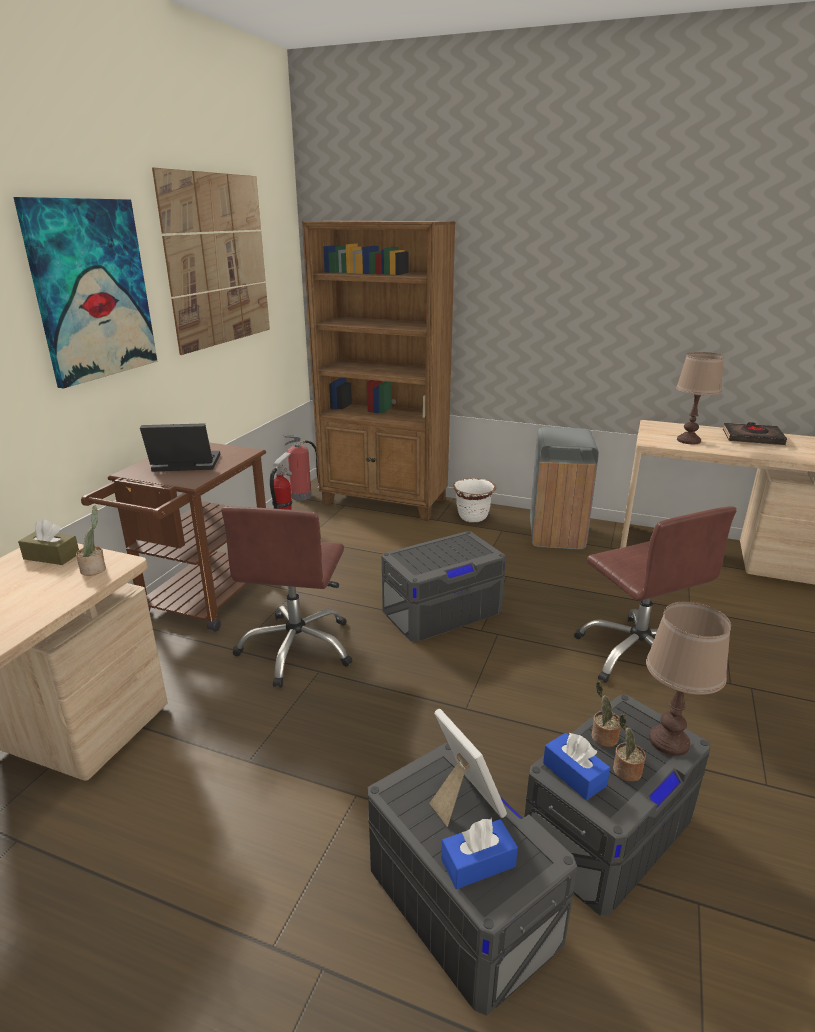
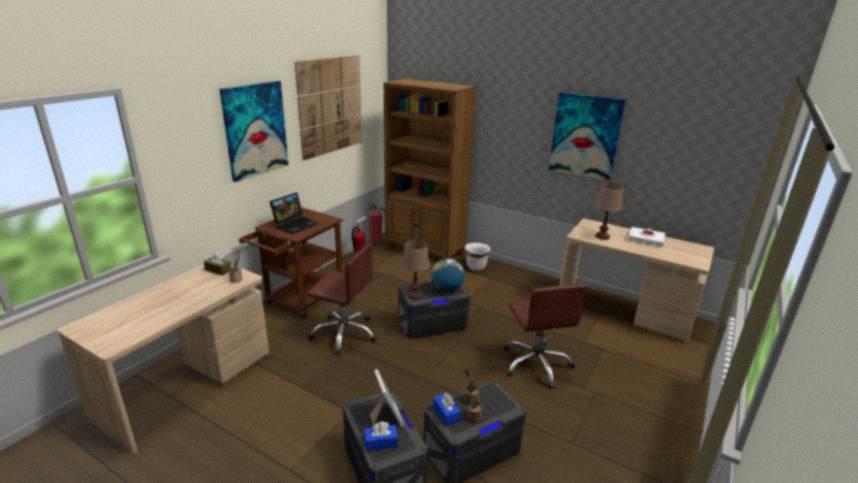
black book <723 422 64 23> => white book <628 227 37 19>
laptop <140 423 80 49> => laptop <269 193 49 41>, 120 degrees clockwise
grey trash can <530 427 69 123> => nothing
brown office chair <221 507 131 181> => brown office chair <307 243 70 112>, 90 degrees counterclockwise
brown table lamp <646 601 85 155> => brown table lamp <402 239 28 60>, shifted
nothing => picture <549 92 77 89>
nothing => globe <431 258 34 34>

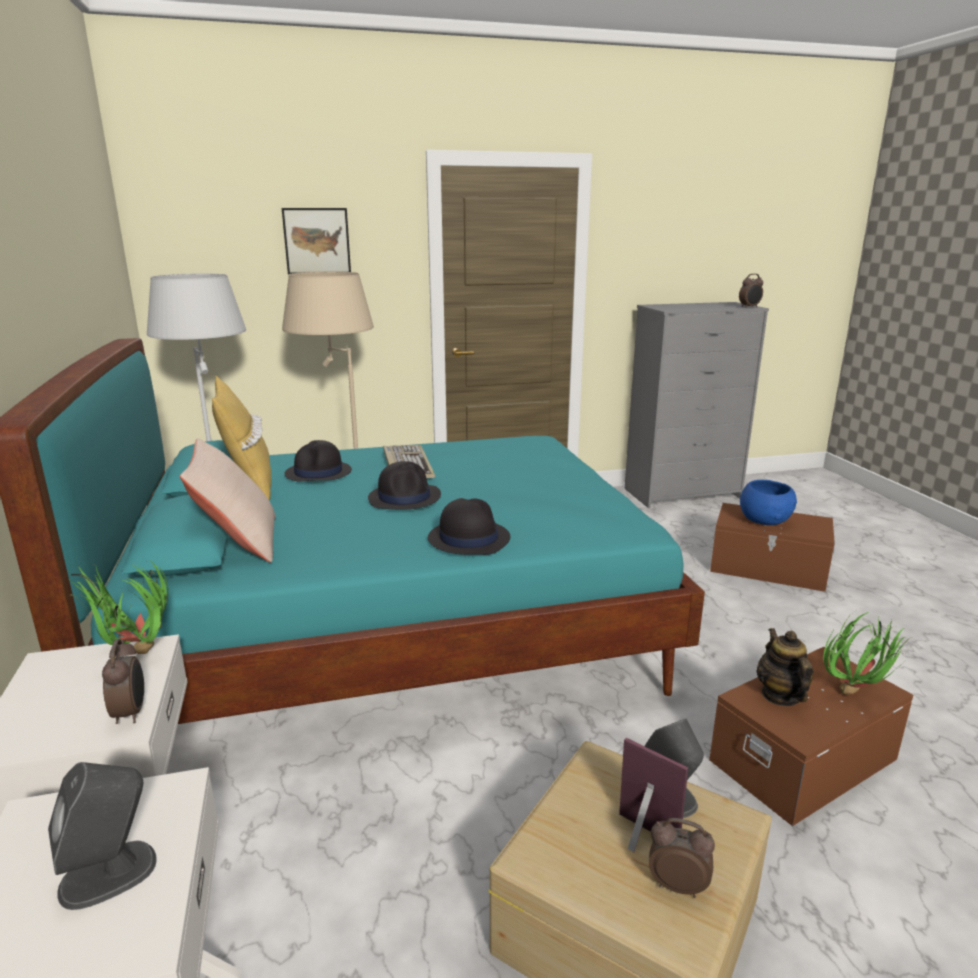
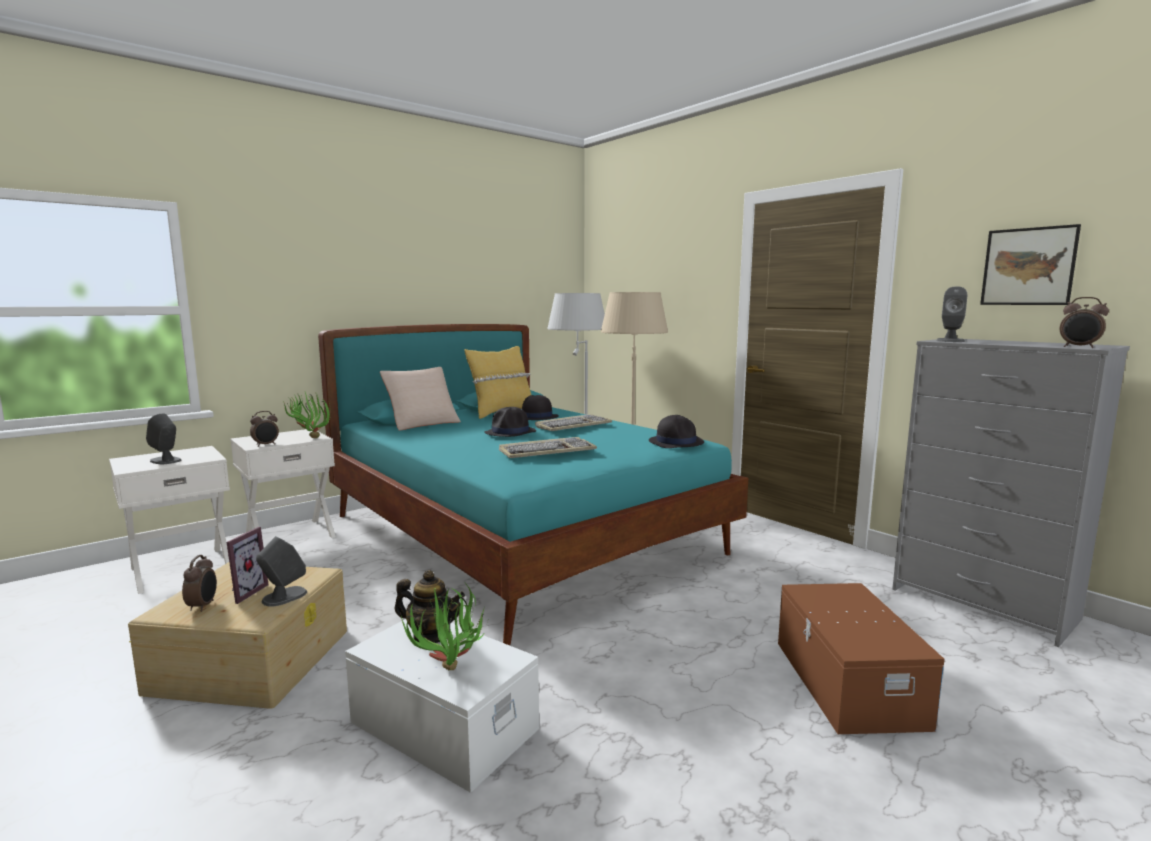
picture <282 208 69 67> => picture <980 224 101 81>, shifted
blue bowl <740 480 57 45> => nothing
black hat <428 498 82 57> => black hat <649 415 55 33>, shifted
teapot <756 628 58 78> => teapot <395 570 70 73>, 45 degrees clockwise
brown storage box <709 647 204 179> => white storage box <345 619 194 174>
nothing => grey speaker <936 286 32 56>
nothing => keyboard <499 437 98 21>

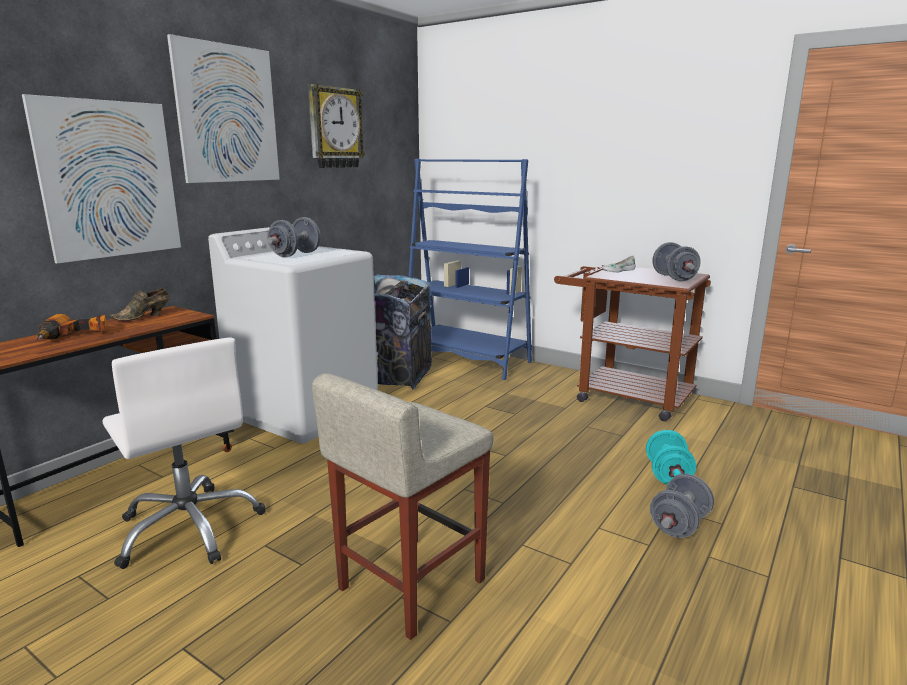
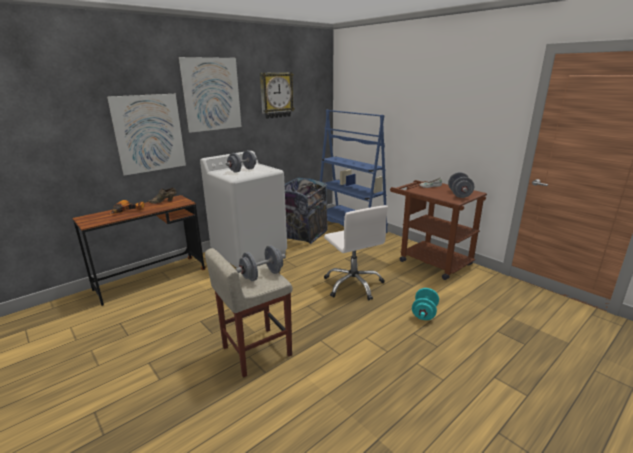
white office chair <102 337 164 232> => white office chair <324 205 64 95>, shifted
grey dumbbell <650 474 64 64> => grey dumbbell <236 246 50 35>, shifted

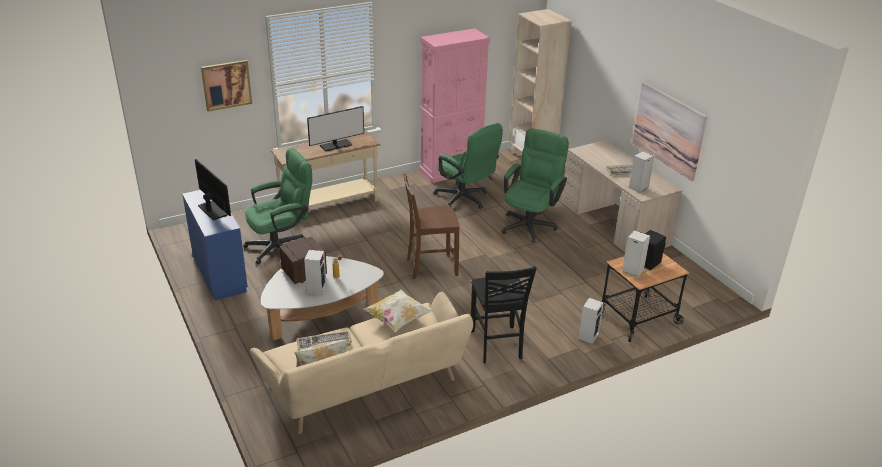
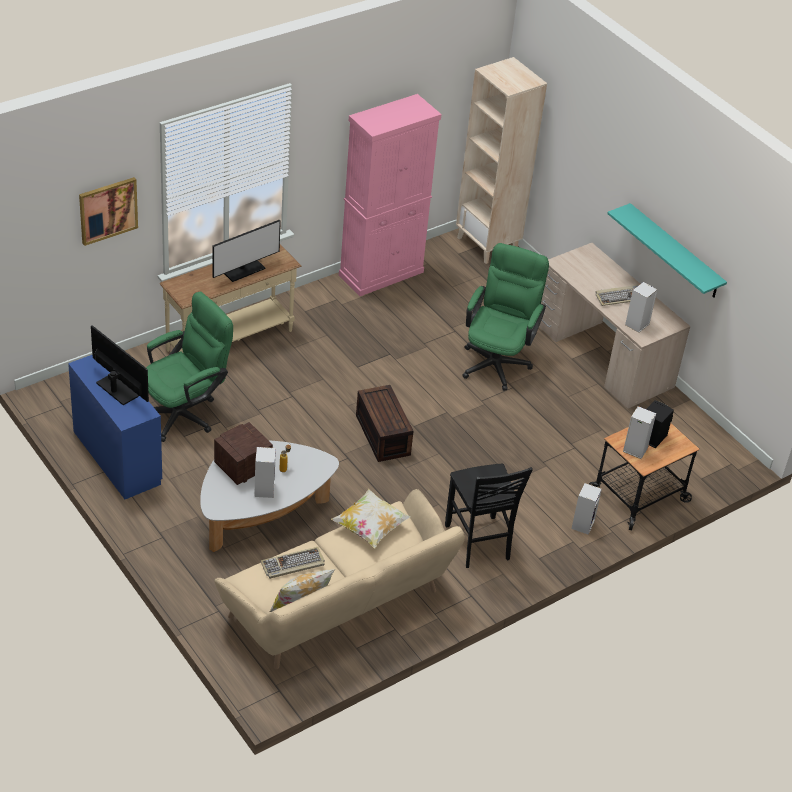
picture <632 82 75 99> => turquoise shelf <607 203 120 95>
green office chair <434 123 69 86> => nothing
brown chair <403 173 57 106> => brown storage box <356 385 57 77>

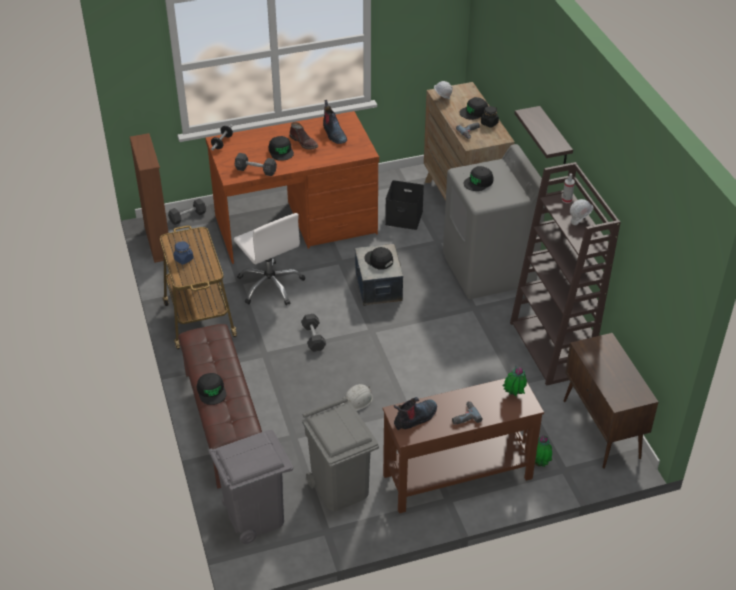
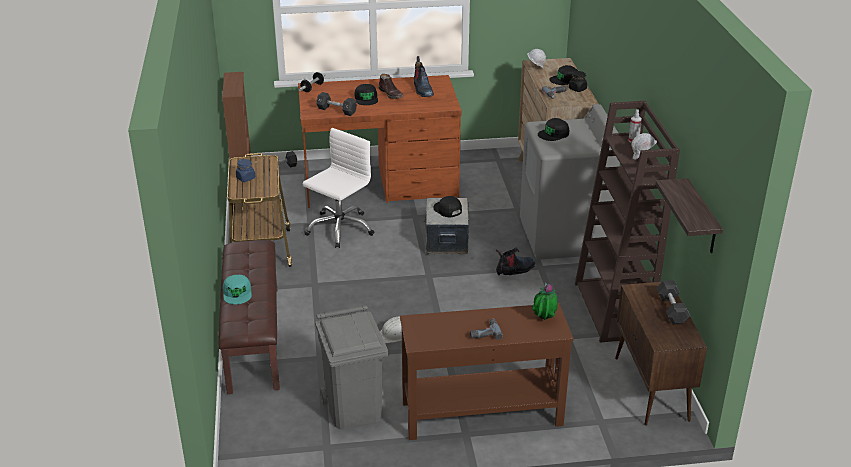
shelf <515 106 58 58> => shelf <655 178 68 75>, shifted
black storage box <385 180 39 50> => nothing
white office chair <234 213 71 93> => white office chair <302 128 72 120>, 120 degrees counterclockwise
black dumbbell <301 314 25 38> => black dumbbell <656 280 34 44>, shifted
black cap <197 373 29 32> => turquoise cap <223 275 29 29>
boot <394 397 43 33> => boot <496 248 39 27>, shifted
grey trash can <209 430 84 114> => nothing
potted plant <535 436 17 31> => nothing

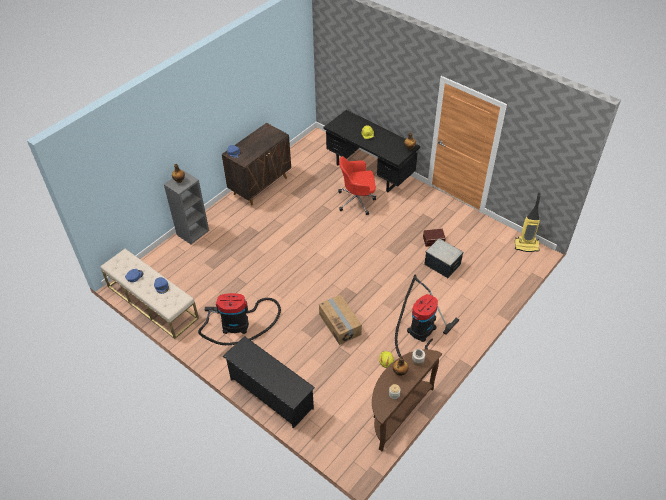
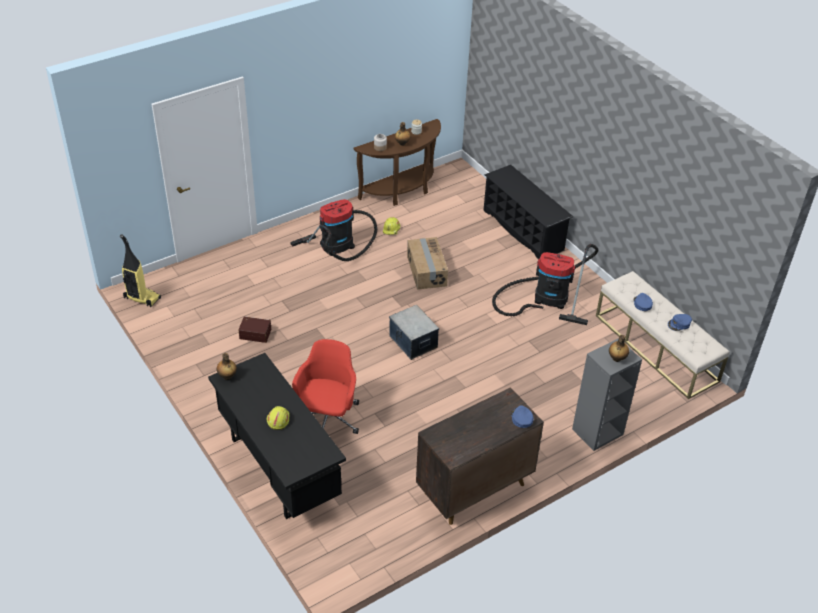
red office chair <338 156 38 59> => red office chair <292 339 67 95>, 90 degrees counterclockwise
storage box <424 238 40 40> => storage box <389 305 50 55>, shifted

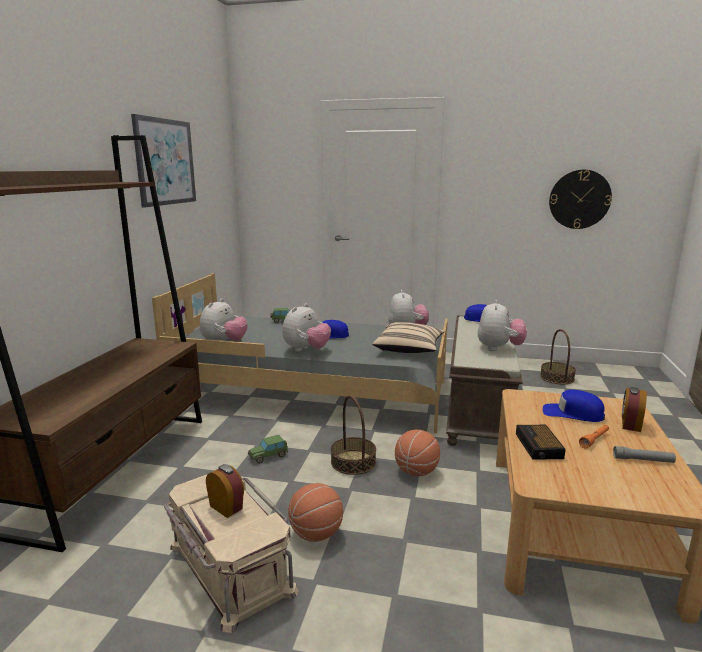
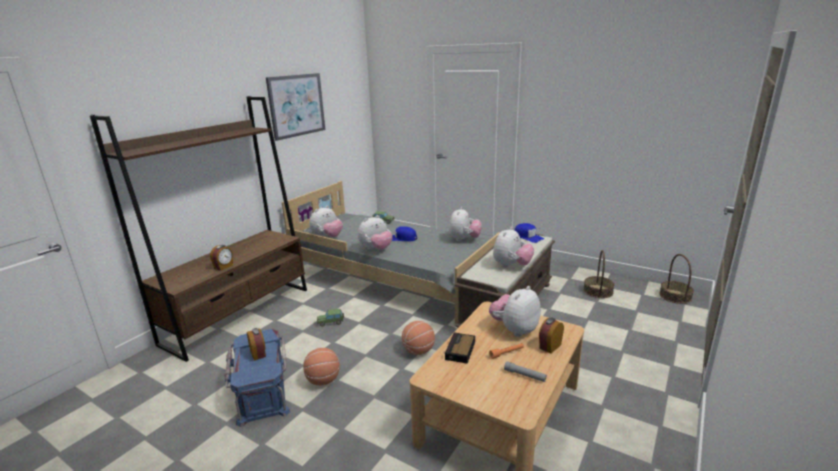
wall clock <549 170 63 59> => nothing
beige pillow <372 322 73 31> => nothing
blue cap <543 390 62 32> => plush toy <489 286 52 51>
basket <331 396 45 79> => basket <659 254 35 50>, shifted
beige storage box <164 474 135 159> => blue storage box <224 329 67 98>
nothing => alarm clock <210 245 23 26>

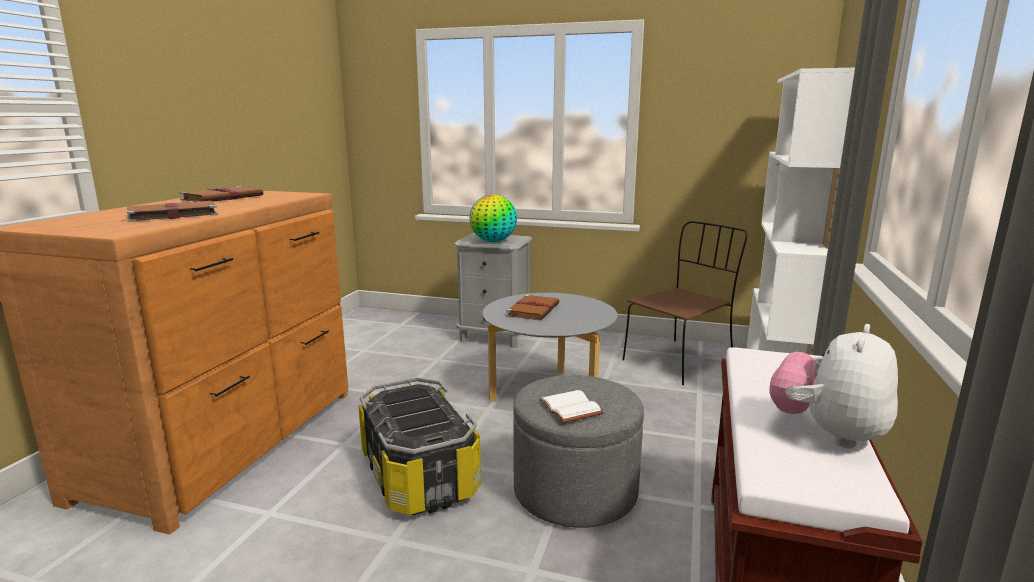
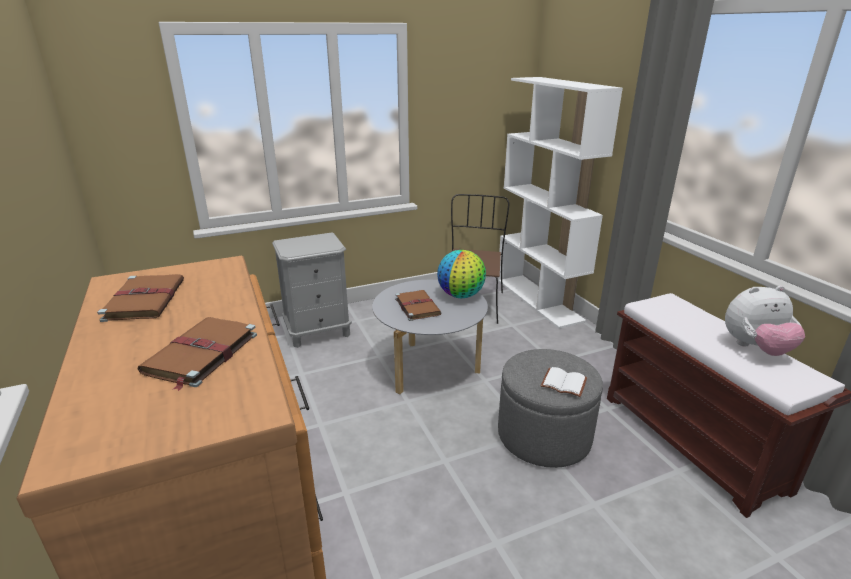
globe <470 194 47 48> => globe <437 250 49 48>, shifted
plush toy <769 324 129 124> => plush toy <725 286 80 70>, 90 degrees counterclockwise
storage box <358 377 123 138> => nothing

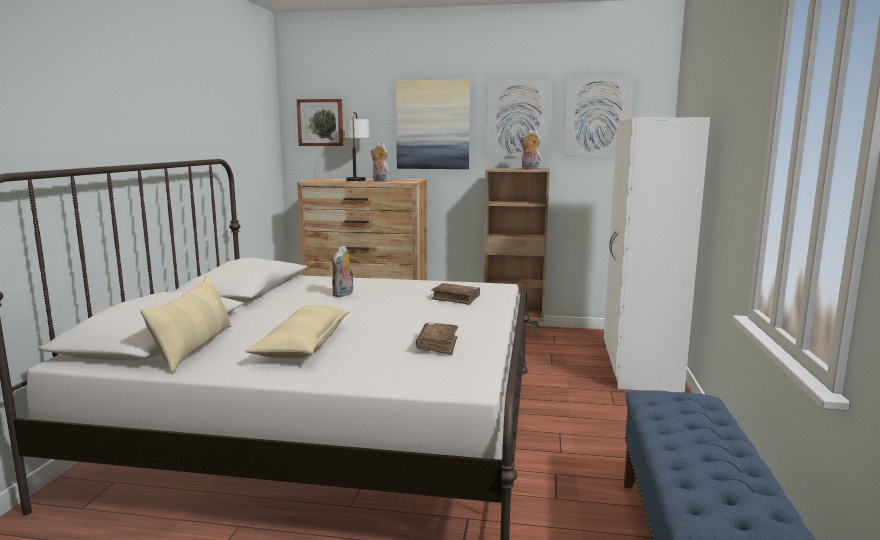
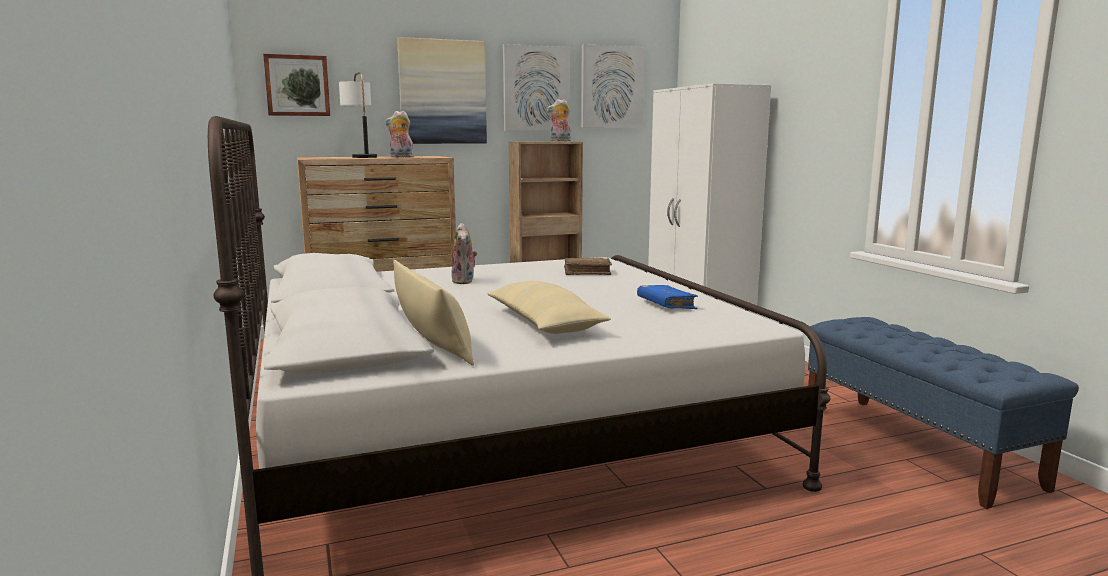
brown book <416 323 42 32> => blue book <637 285 61 24>

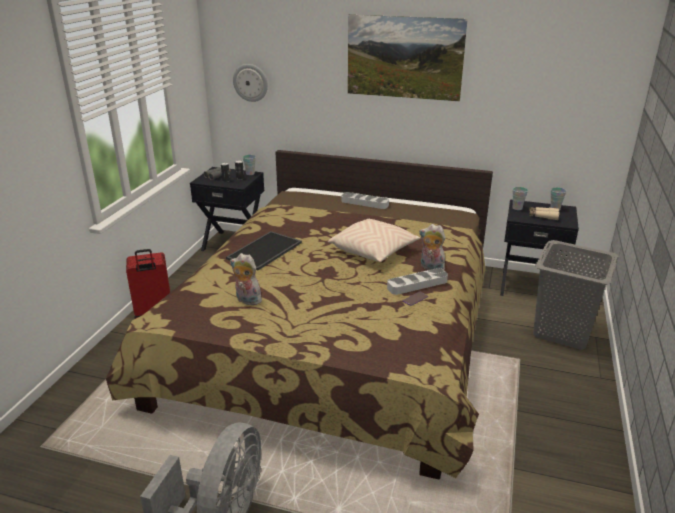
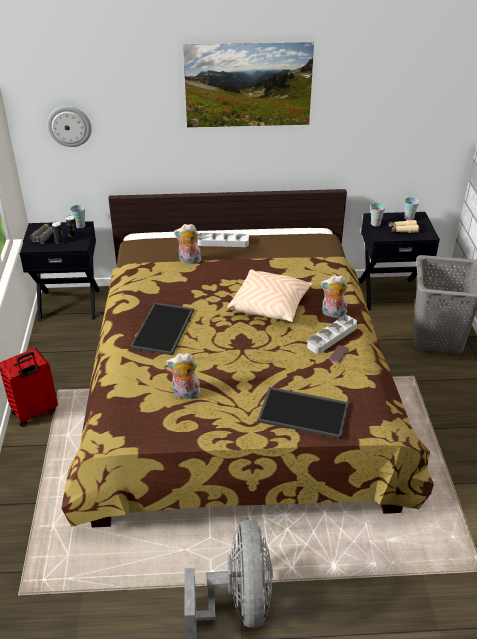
nothing => plush toy <174 224 27 40>
nothing => tray <257 387 92 52>

